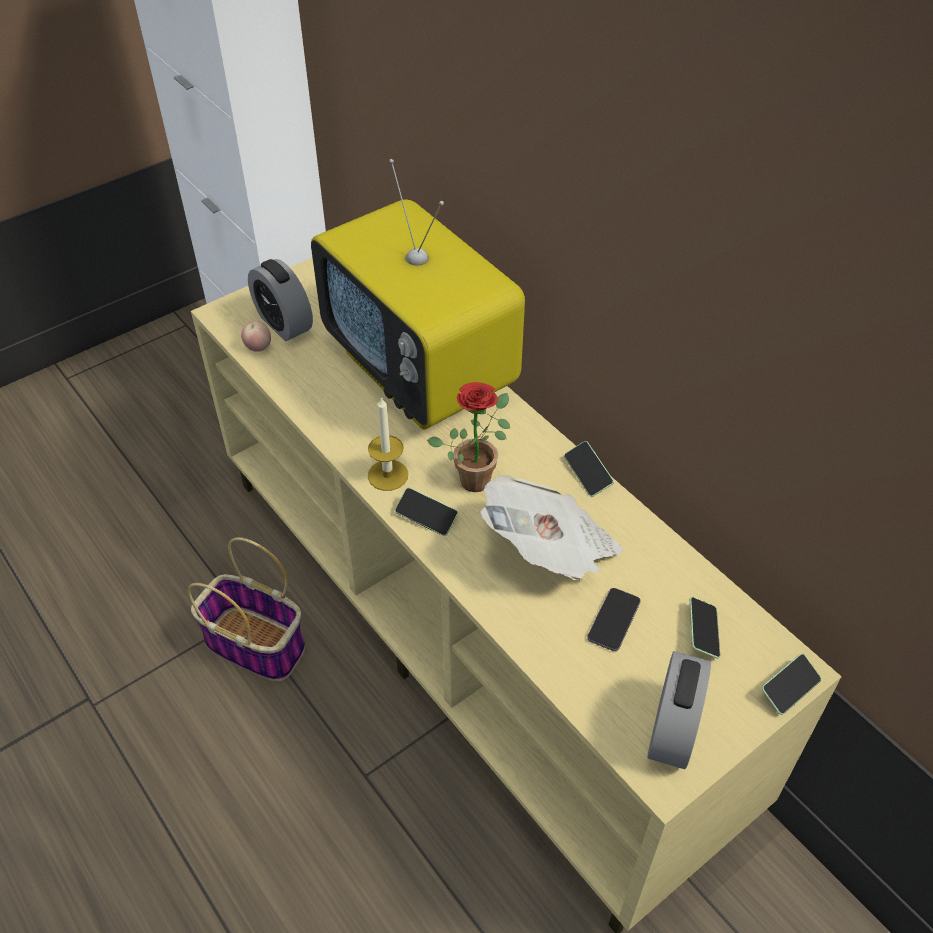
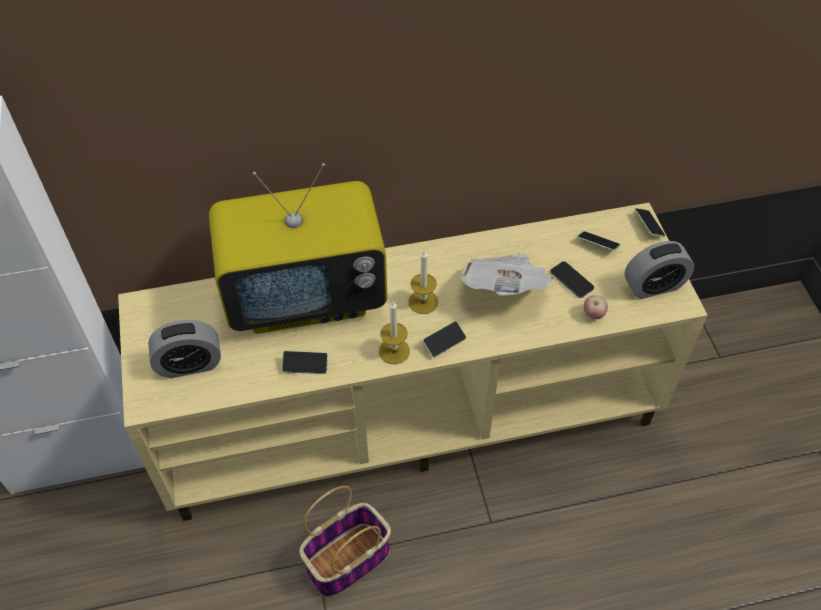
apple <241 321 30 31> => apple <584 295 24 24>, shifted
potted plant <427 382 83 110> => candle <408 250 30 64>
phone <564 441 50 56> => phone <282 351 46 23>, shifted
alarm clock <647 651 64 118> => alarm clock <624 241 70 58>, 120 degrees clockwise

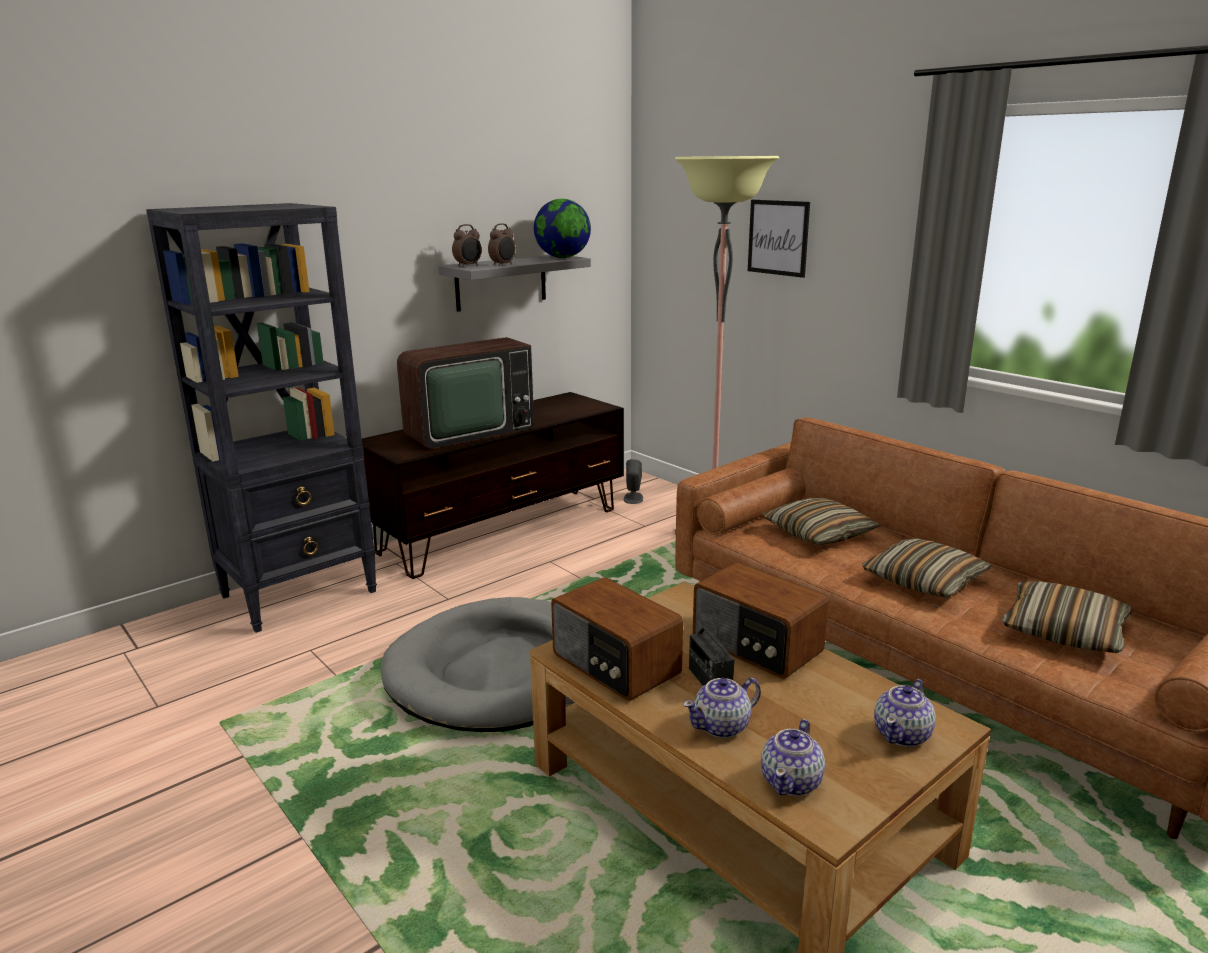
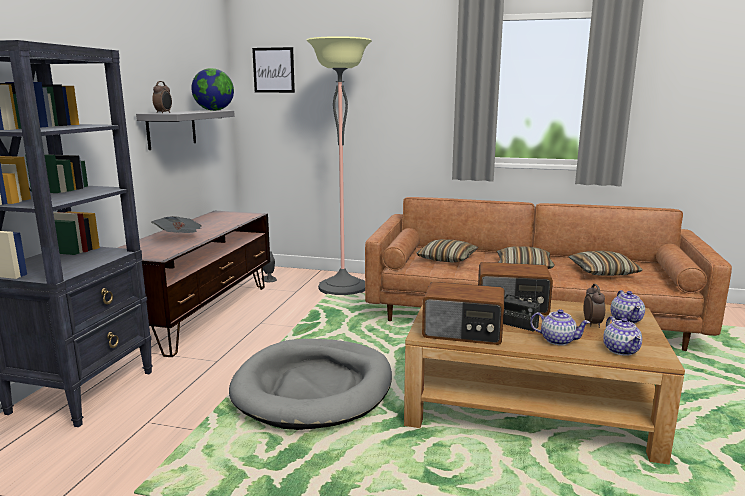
picture <748 200 62 78> => picture <252 47 43 46>, shifted
alarm clock <488 223 28 43> => alarm clock <584 284 21 44>, shifted
television <397 337 137 112> => newspaper <151 216 51 17>
teapot <683 678 78 60> => teapot <530 309 60 37>, 90 degrees counterclockwise

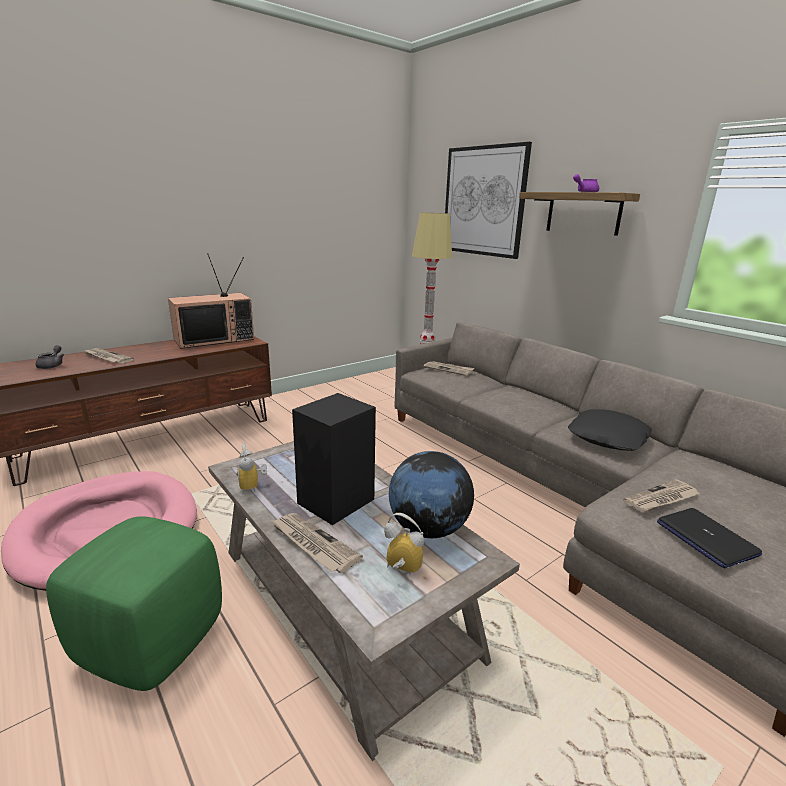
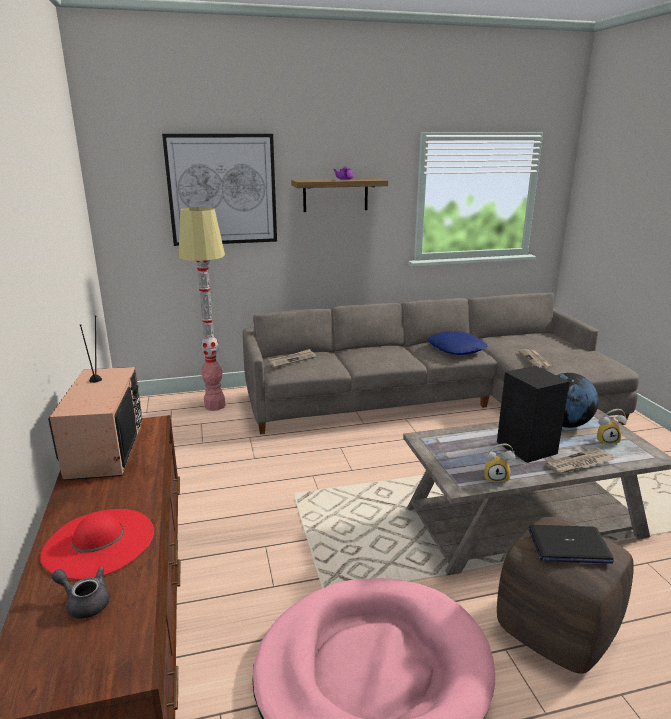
newspaper <85 348 49 16> => red hat <40 509 114 70>
black pillow <568 409 84 42> => blue pillow <428 331 60 24>
laptop <657 508 105 60> => laptop <528 525 86 39>, shifted
alarm clock <384 513 40 62> => alarm clock <597 409 30 35>, 135 degrees counterclockwise
green ottoman <46 516 176 175> => brown ottoman <497 517 137 157>

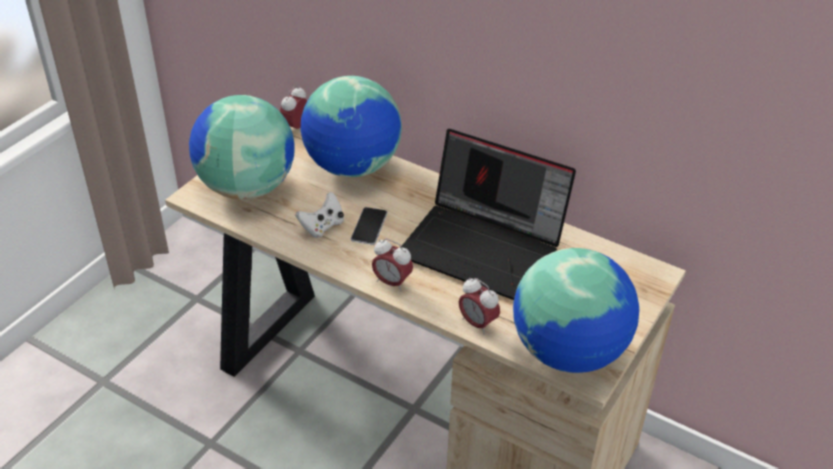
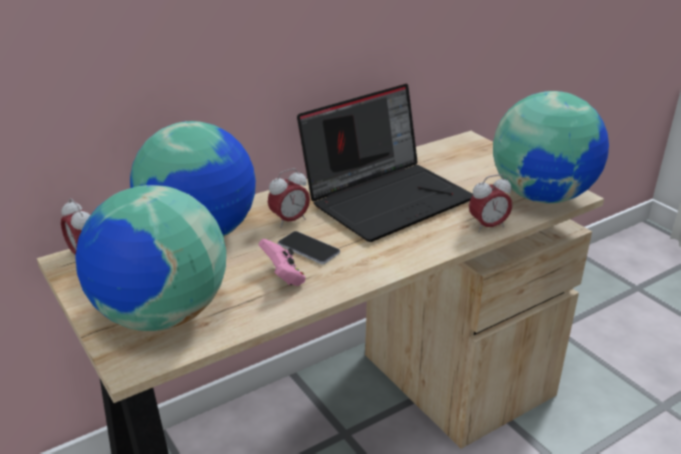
white game controller <296 192 48 46> => pink game controller <258 239 48 47>
alarm clock <372 238 41 54> => alarm clock <268 168 42 60>, shifted

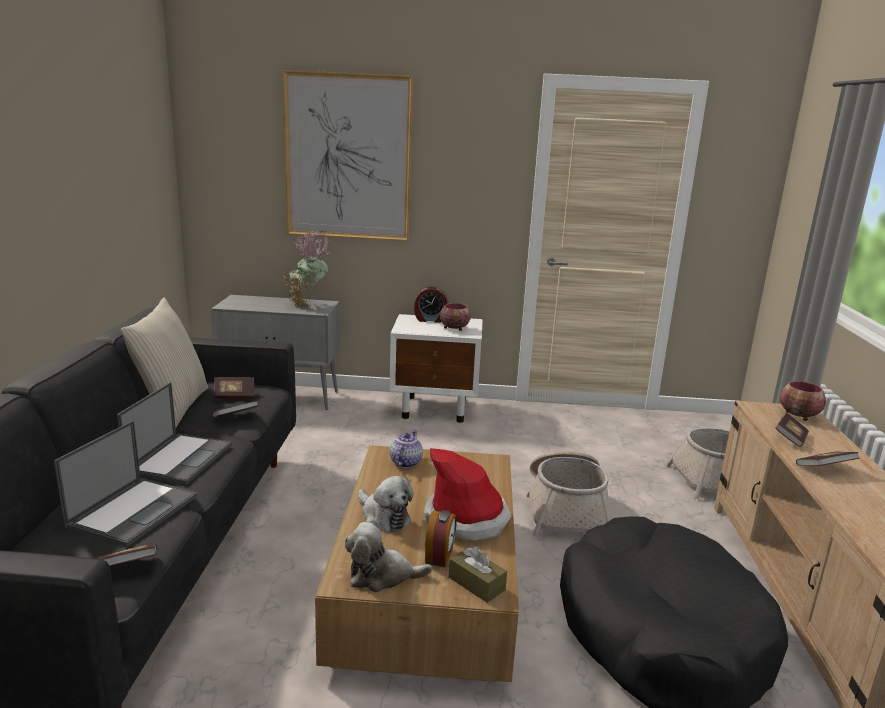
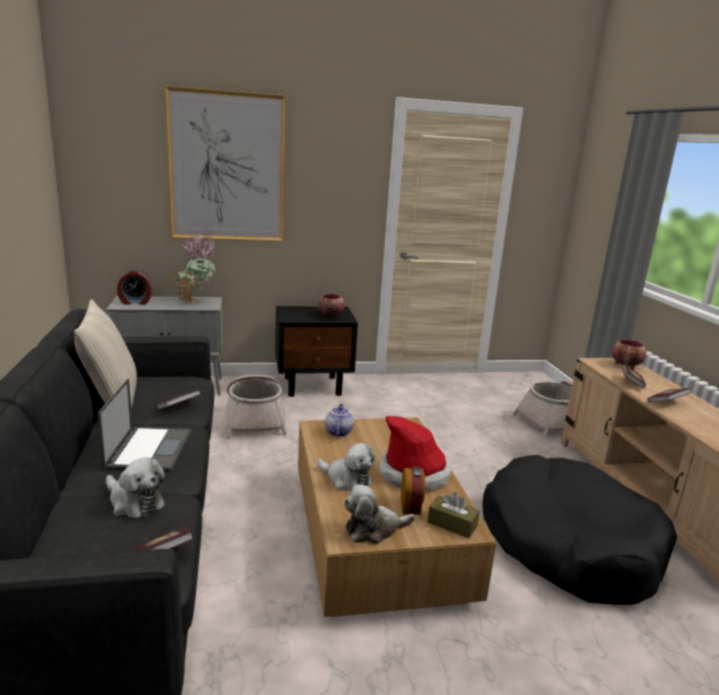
alarm clock <414 286 34 37> => alarm clock <117 270 35 35>, shifted
white nightstand <389 314 94 109> => black nightstand <275 306 83 91>
book <214 377 41 22> => nothing
laptop <54 420 143 127> => plush toy <106 457 59 61>
basket <526 451 85 86> => basket <225 375 62 63>, shifted

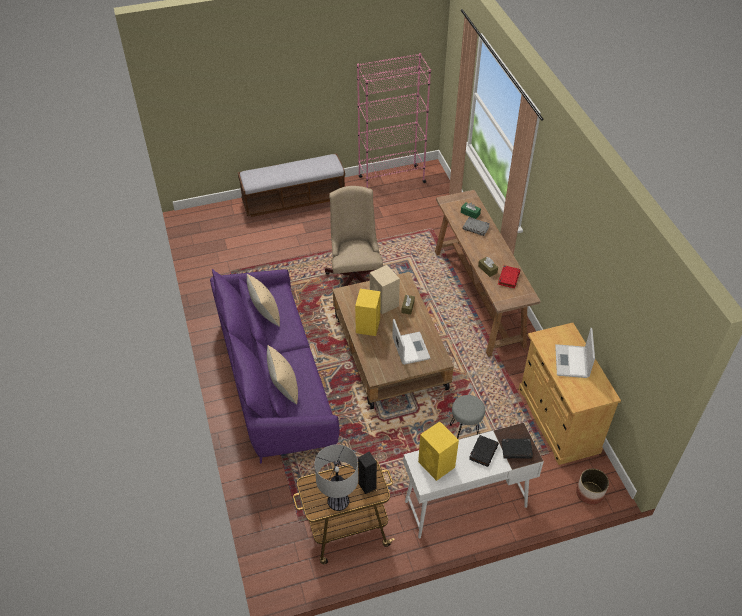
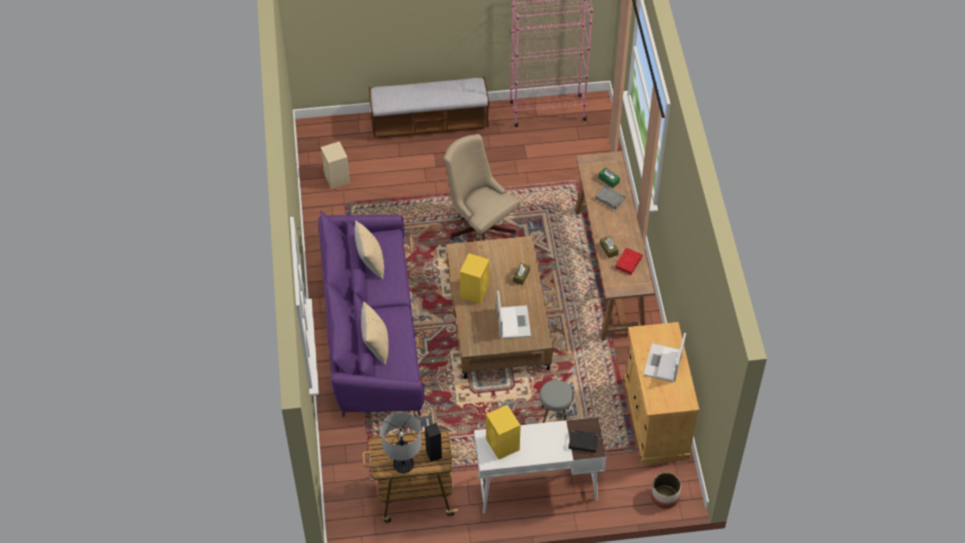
beige office chair <325 186 58 101> => beige office chair <444 134 75 107>, 45 degrees counterclockwise
beige speaker <370 265 30 49> => beige speaker <321 141 29 48>, shifted
black book <469 435 30 32> => nothing

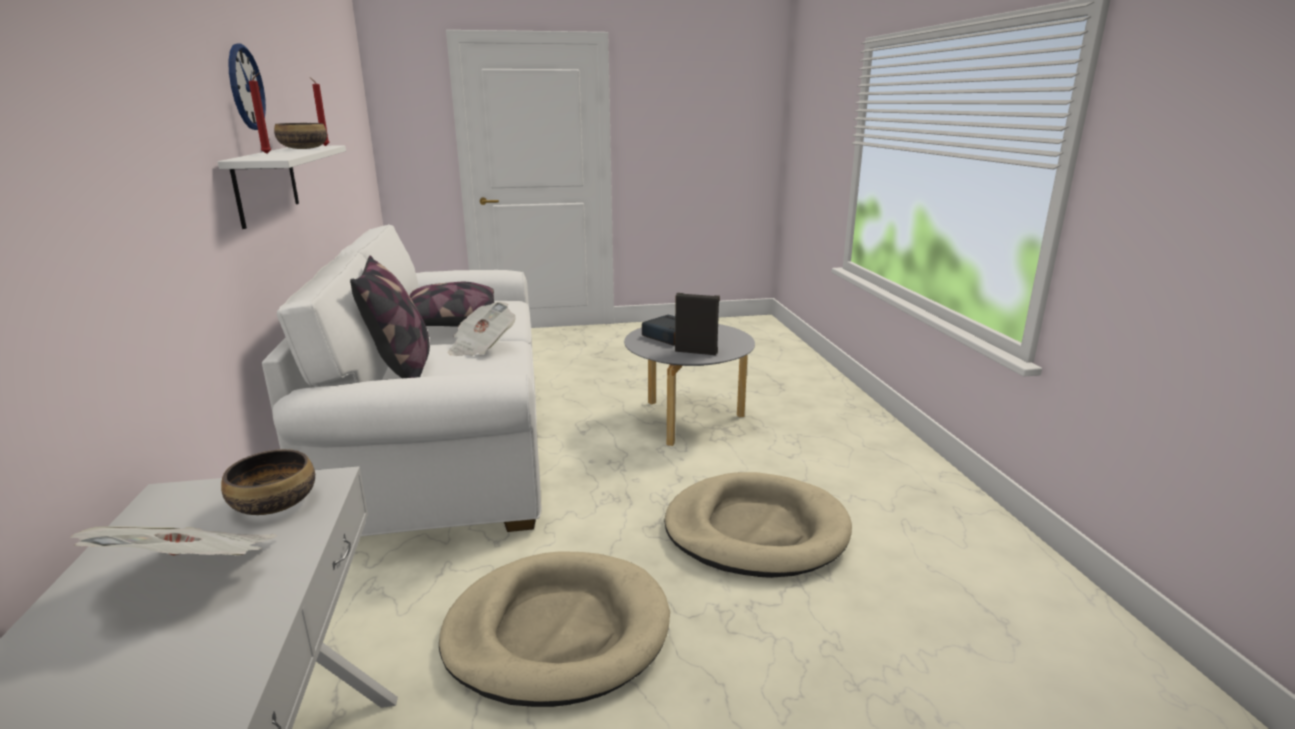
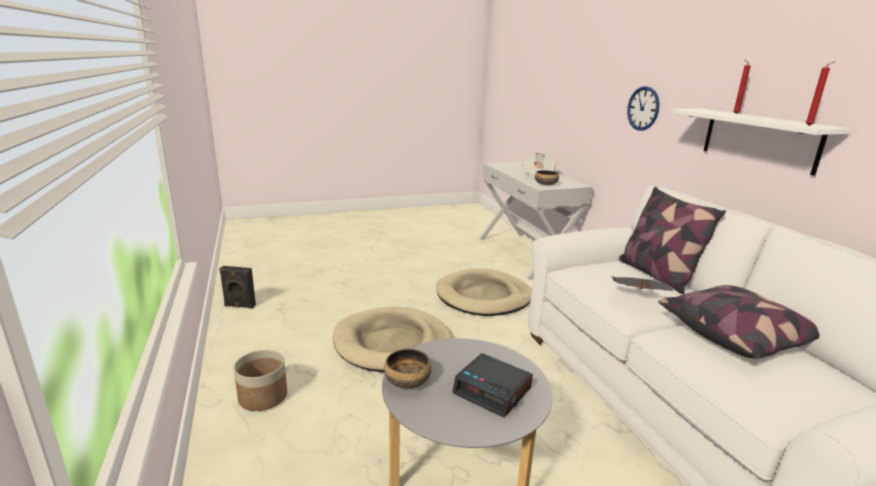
wall clock <228 43 38 87> => wall clock <627 86 32 45>, shifted
bowl <274 123 53 26> => bowl <384 349 48 39>, shifted
black speaker <675 293 45 62> => black speaker <219 266 37 43>, shifted
nothing => planter <234 350 53 61>

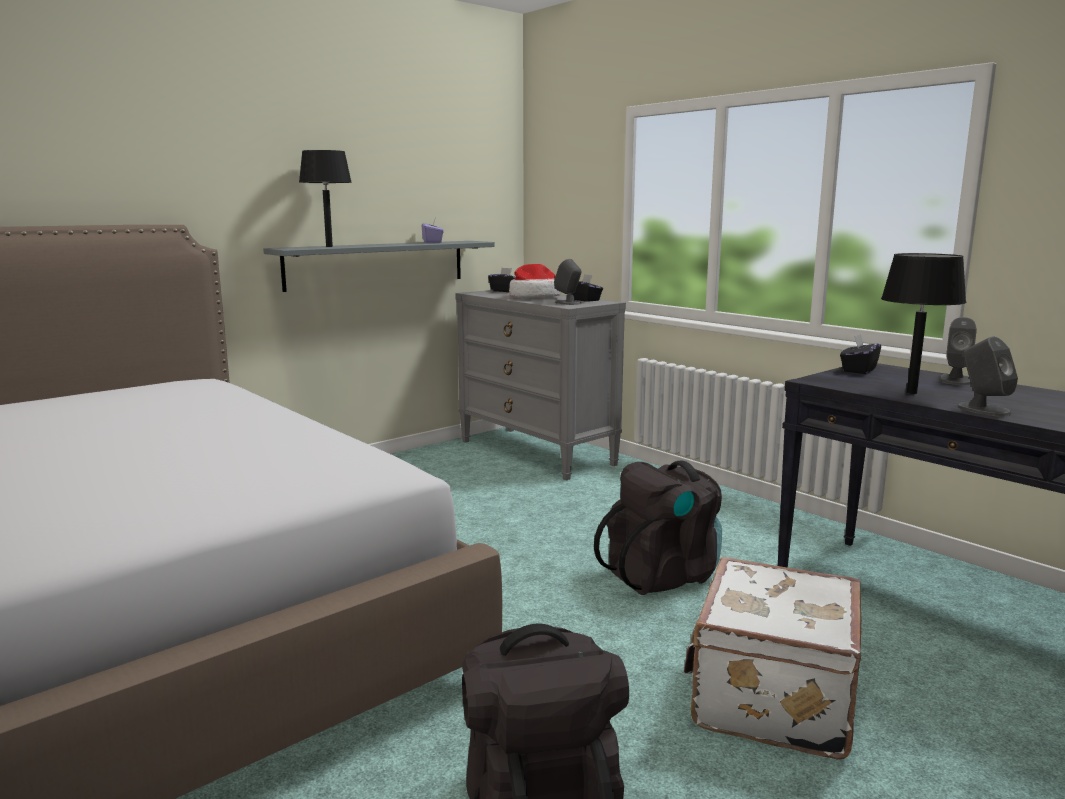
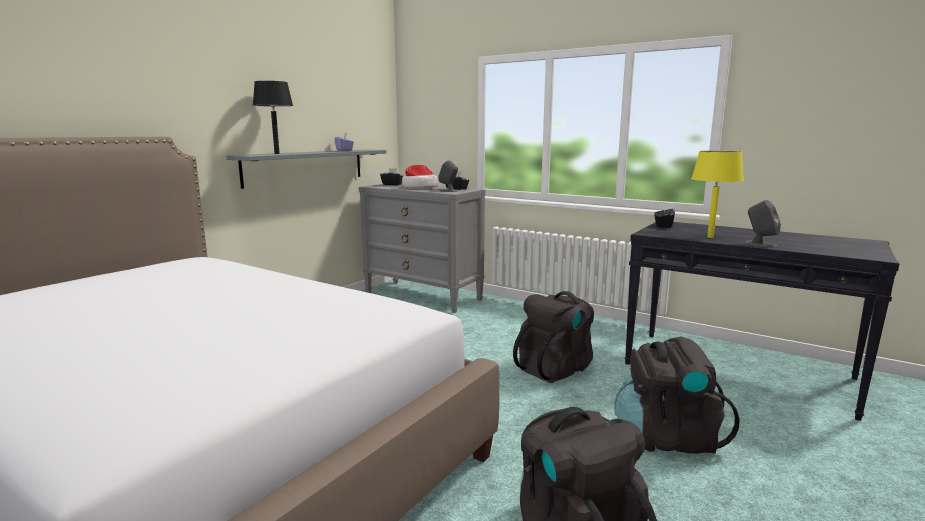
black table lamp <881 253 85 141> => yellow table lamp <691 151 53 87>
grey speaker <940 317 37 68> => nothing
white suitcase <684 557 177 202> => black backpack <614 336 125 118>

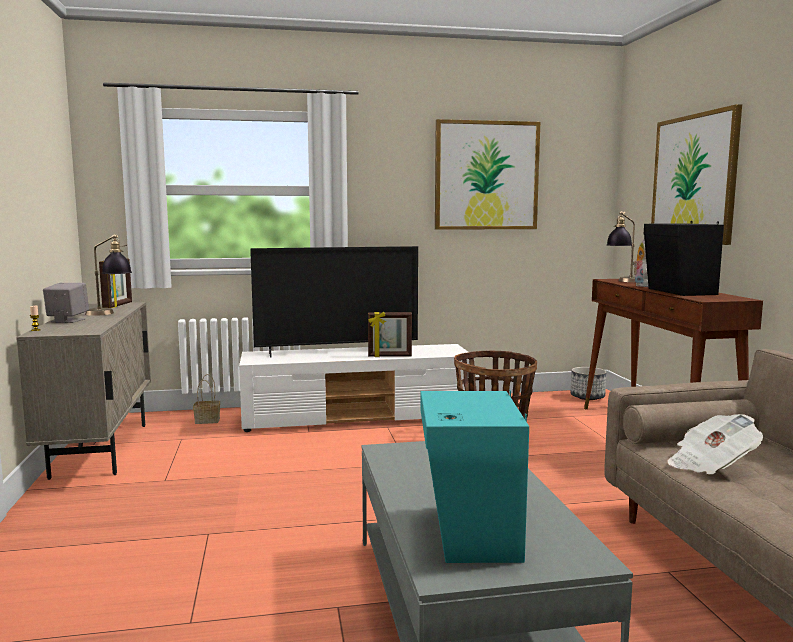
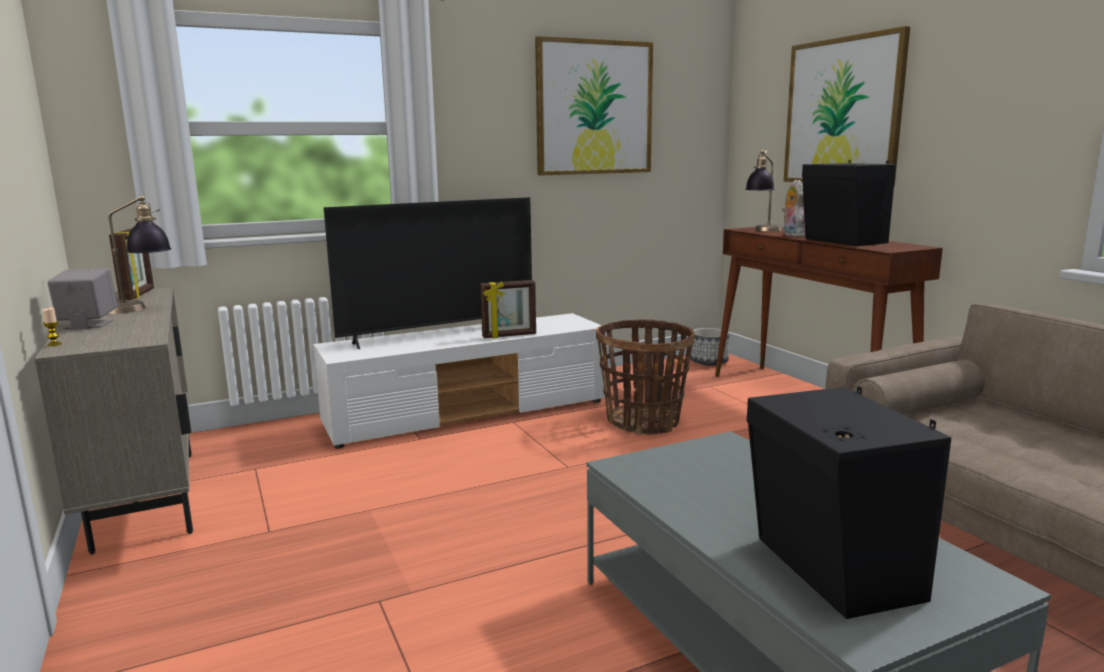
basket <193 374 27 50> => nothing
turquoise speaker <420 390 109 173> => black speaker <747 386 204 233>
newspaper <667 414 96 60> => nothing

